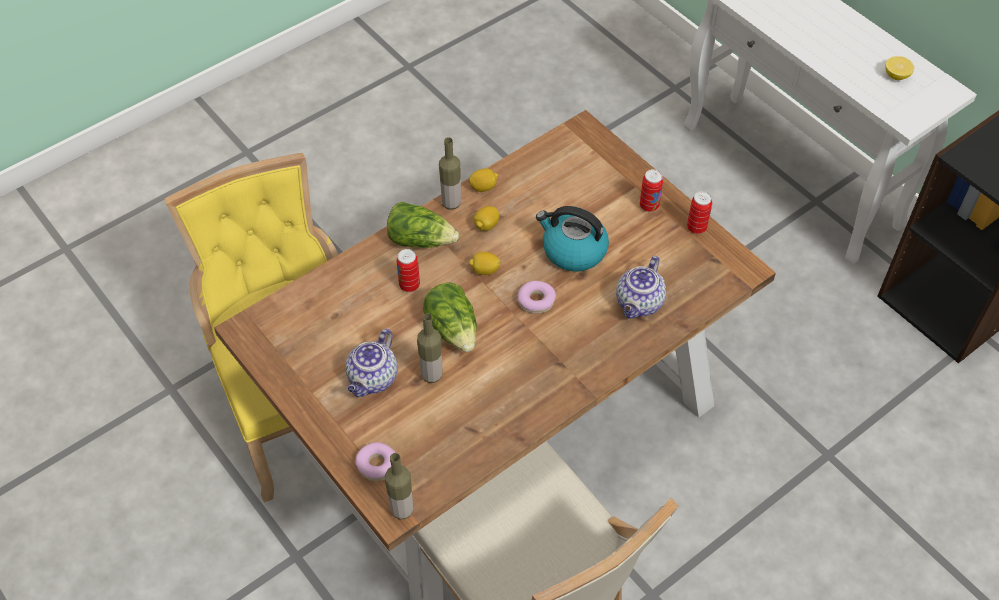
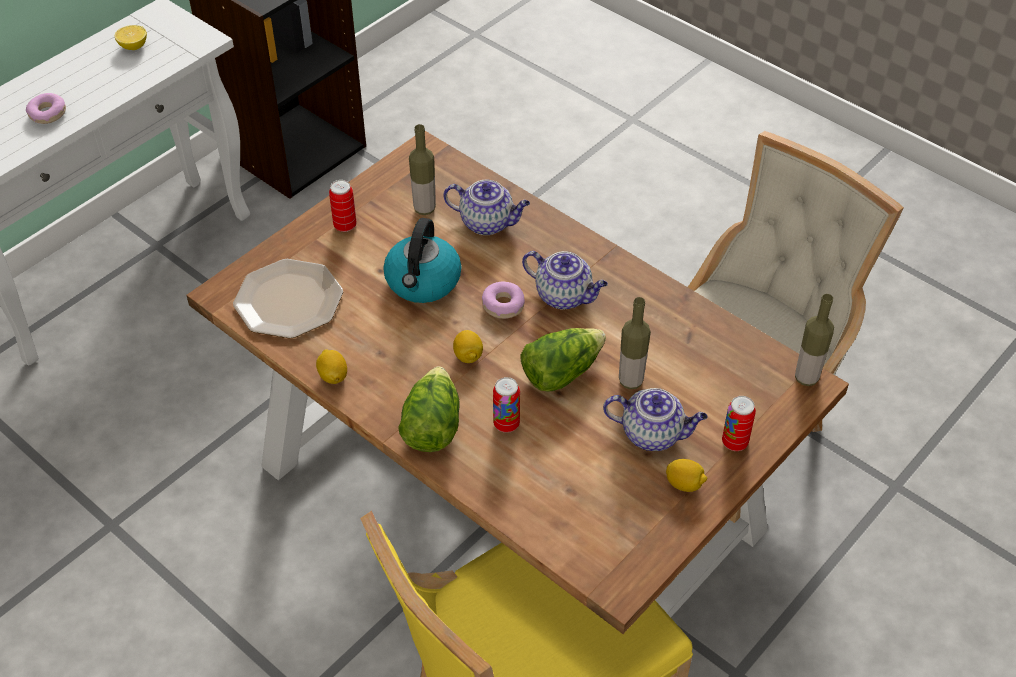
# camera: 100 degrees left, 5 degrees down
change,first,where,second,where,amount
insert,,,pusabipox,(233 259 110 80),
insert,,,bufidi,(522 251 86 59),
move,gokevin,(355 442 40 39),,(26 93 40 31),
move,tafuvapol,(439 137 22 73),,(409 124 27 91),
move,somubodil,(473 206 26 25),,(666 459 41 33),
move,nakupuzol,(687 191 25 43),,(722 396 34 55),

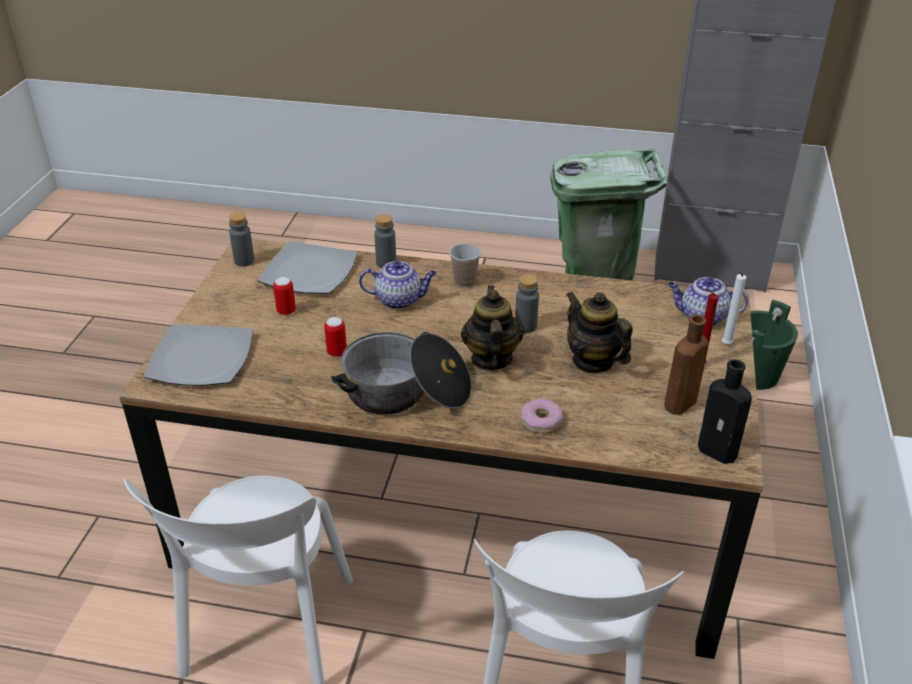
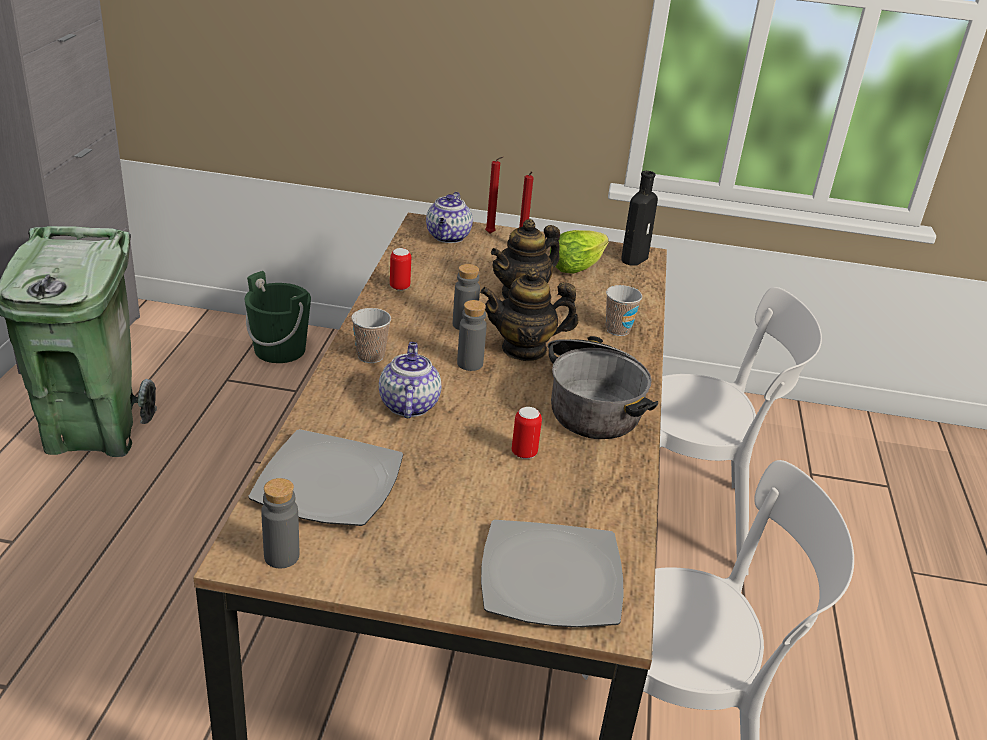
# camera: 95 degrees left, 5 degrees down
change,first,where,second,where,amount
move,nakupuzol,(273 277 23 38),,(390 248 21 43),
move,grey tafuvapol,(374 214 22 54),,(457 300 30 71),
replace,gokevin,(520 398 43 35),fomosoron,(606 285 36 51),
replace,brown tafuvapol,(664 315 44 100),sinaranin,(550 230 59 44),
recolor,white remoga,(722 272 24 72),red remoga,(485 157 18 76),

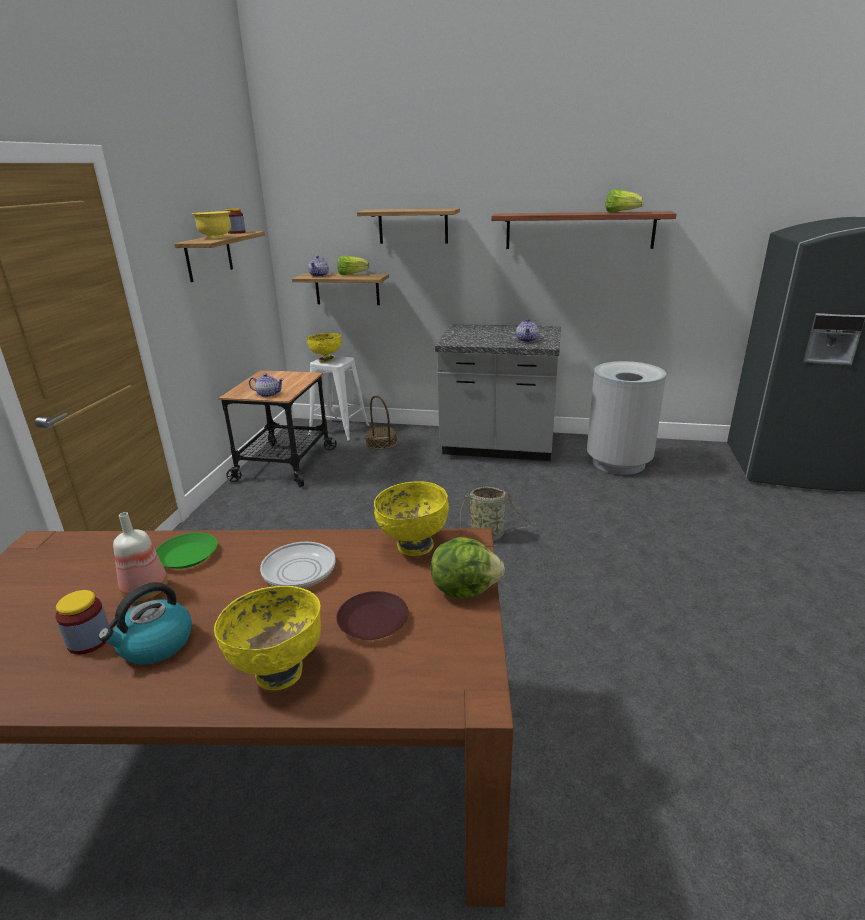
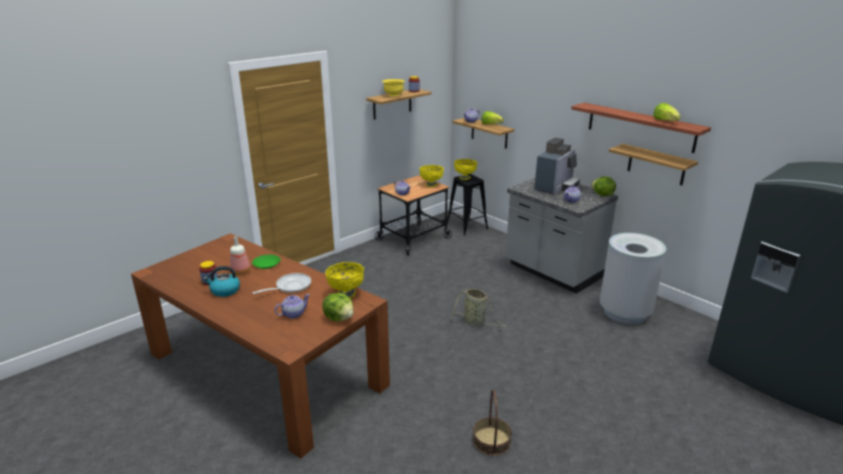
# camera: 35 degrees right, 0 degrees up
change,first,where,second,where,amount
insert,,,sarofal,(534 137 46 58),
insert,,,sinaranin,(591 176 25 20),
move,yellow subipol,(214 586 107 104),,(419 165 25 22),
move,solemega,(357 208 103 36),,(609 144 89 41),
move,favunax,(365 395 32 55),,(473 389 39 67),
replace,brown pusabipox,(336 591 72 49),bufidi,(275 294 35 25),
recolor,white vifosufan,(308 355 61 86),black vifosufan,(447 174 41 62),

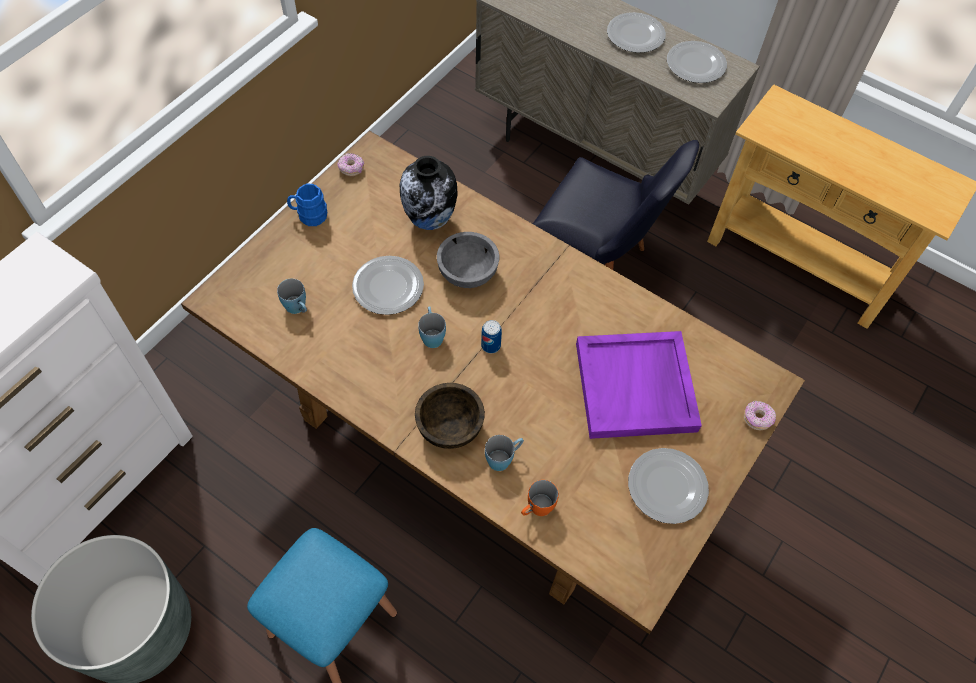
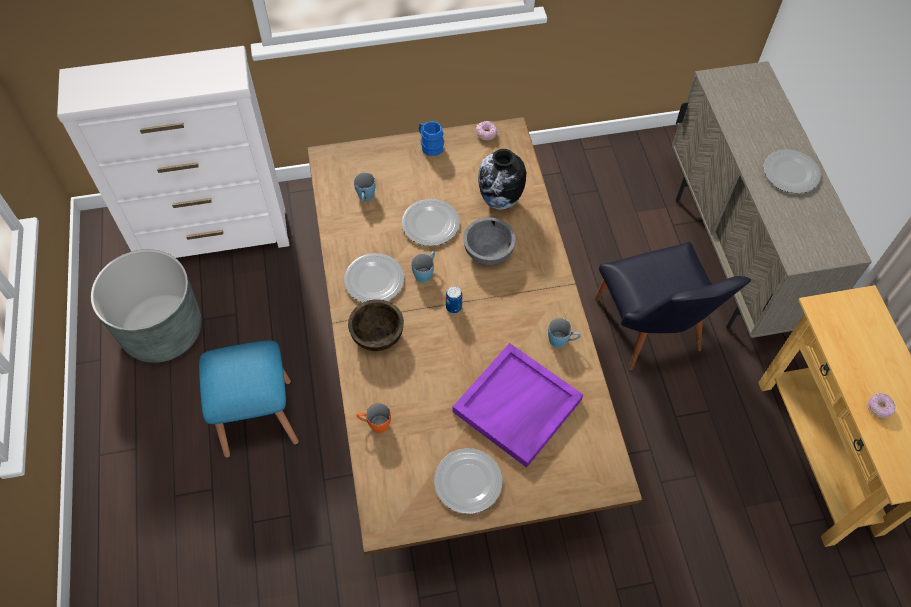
# camera: 45 degrees right, 0 degrees up
change,first,where,second,where,amount
move,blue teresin,(485 435 39 36),,(548 318 33 30),
move,pusabipox,(667 41 60 42),,(344 253 61 50),
move,gokevin,(744 401 32 29),,(868 393 27 25),

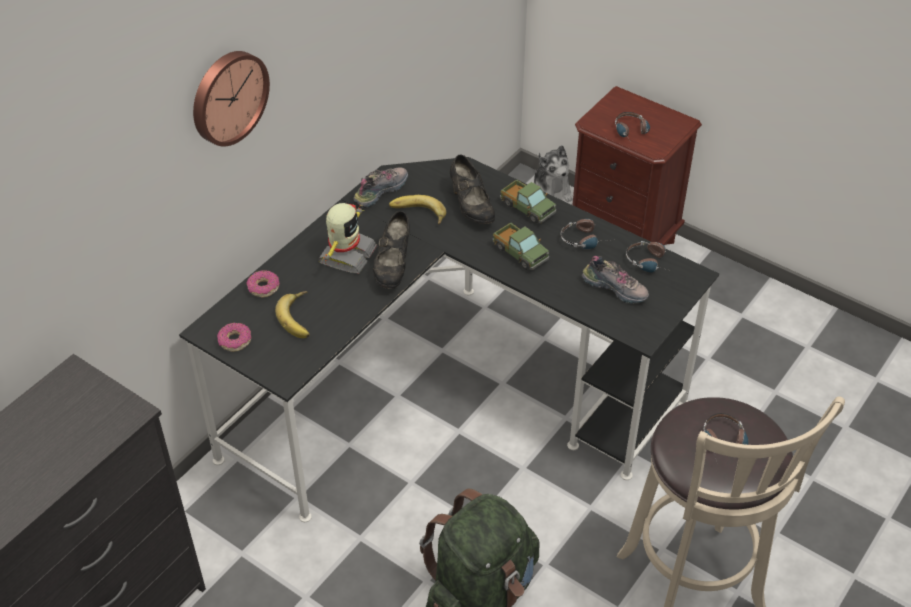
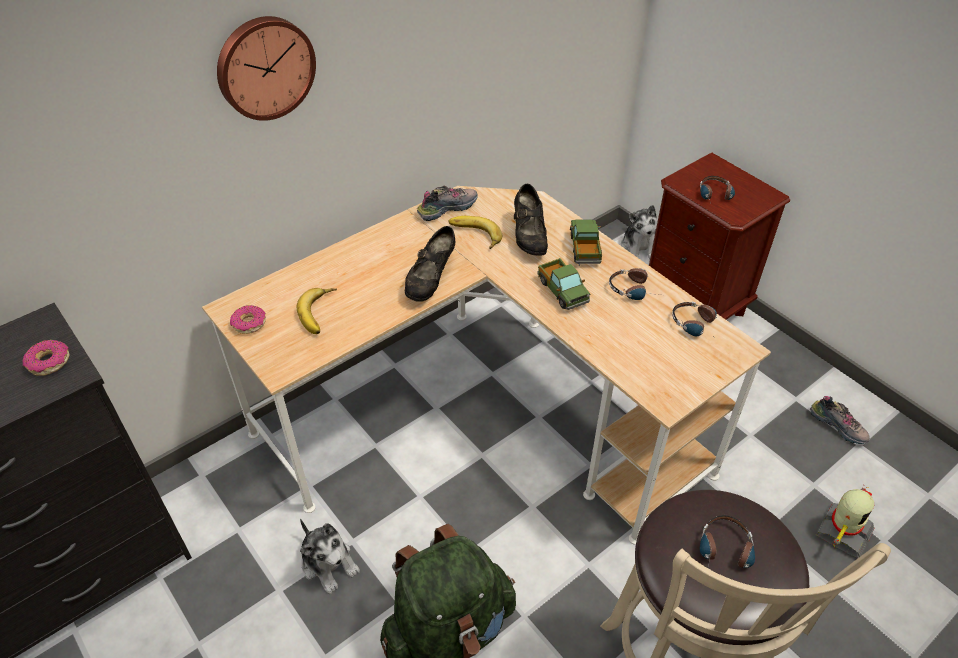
# camera: 15 degrees right, 0 degrees up
change,first,where,second,where,amount
insert,,,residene,(300 519 60 75),
move,gokevin,(246 270 34 28),,(23 340 47 36),
move,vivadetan,(318 203 59 71),,(815 487 60 71),
move,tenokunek,(582 256 67 48),,(810 396 60 48),
recolor,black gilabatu,(179 157 540 365),beige gilabatu,(202 186 569 359),
rotate,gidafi,(500 179 56 44),,(570 219 32 47),150 degrees counterclockwise

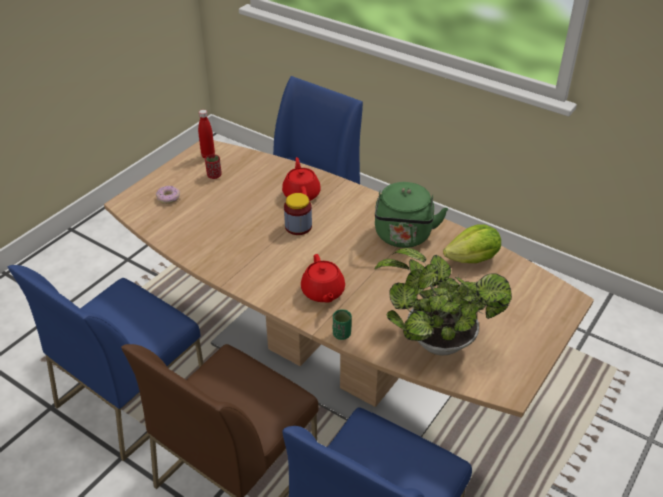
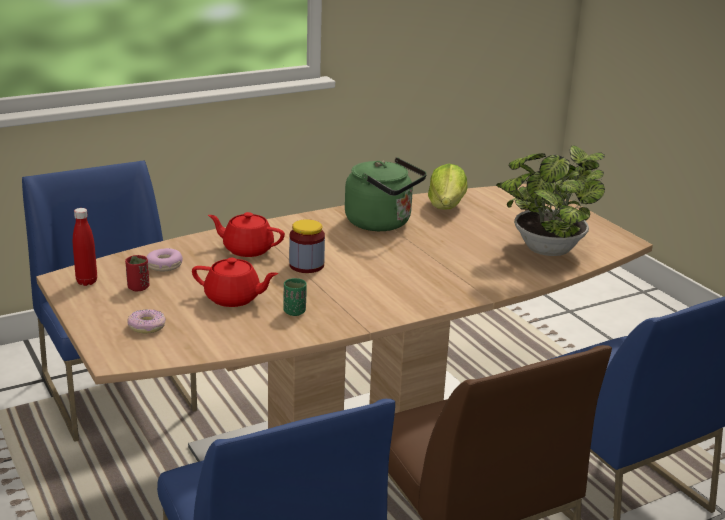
# camera: 65 degrees left, 15 degrees down
change,first,where,second,where,amount
insert,,,gokevin,(146 248 37 23),
move,red bufidi,(301 254 44 48),,(192 258 86 49),
move,green fomosoron,(333 309 19 31),,(283 278 24 38),

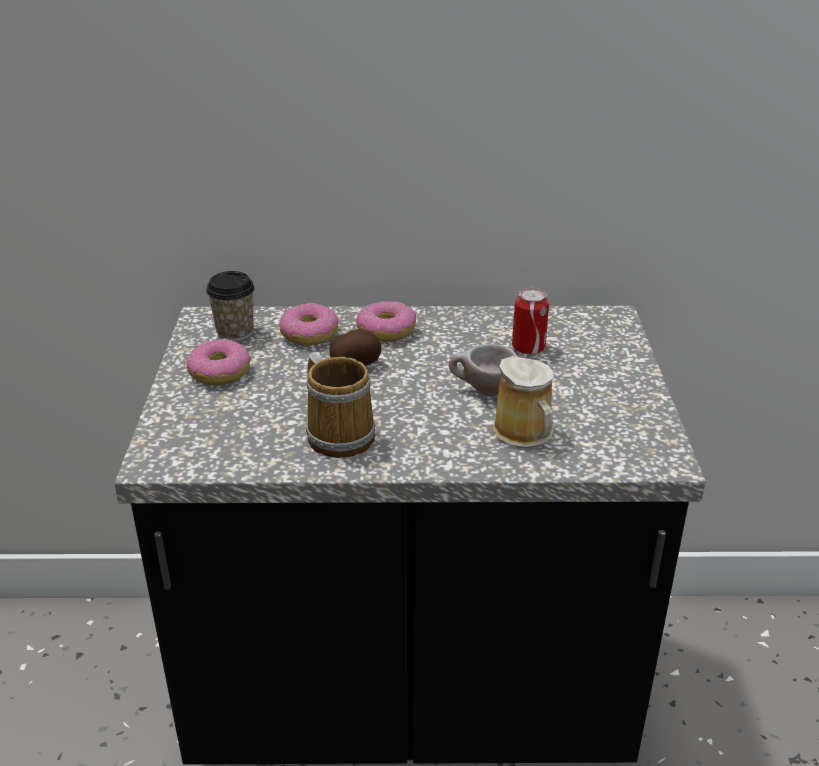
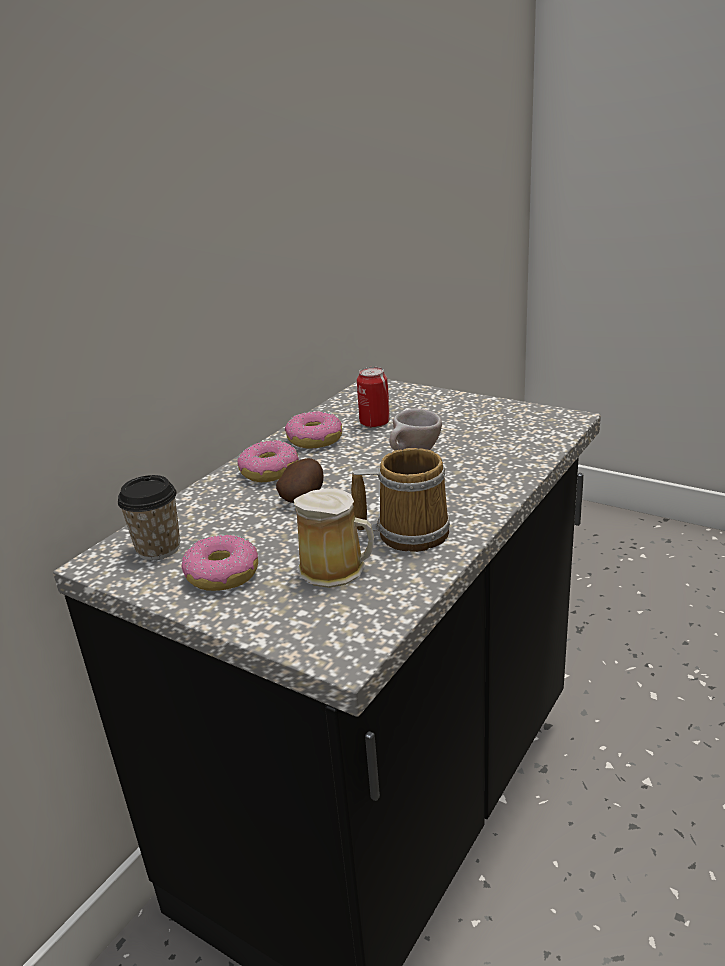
# camera: 55 degrees left, 5 degrees down
change,first,where,second,where,amount
move,gokevin,(279 303 60 43),,(285 411 57 37),
move,teresin,(492 356 62 92),,(294 488 80 100),

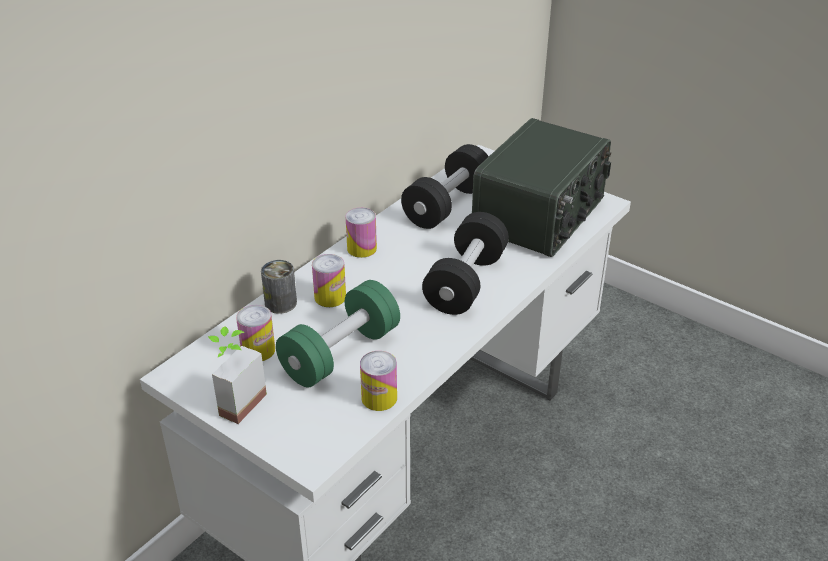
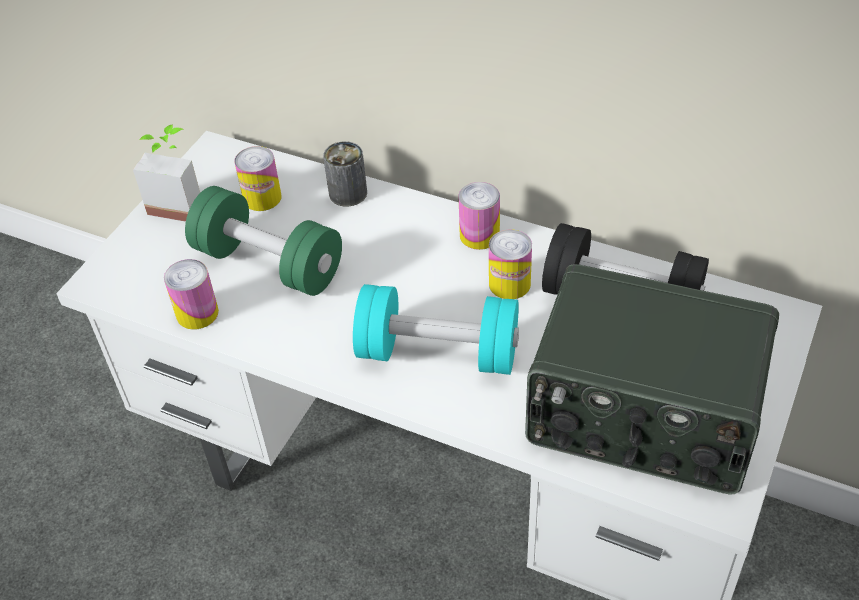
# camera: 80 degrees right, 10 degrees up
change,first,where,second,where,amount
move,nakupuzol,(312 254 34 53),,(489 230 43 69),
recolor,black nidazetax,(422 212 87 103),turquoise nidazetax,(353 284 166 91),

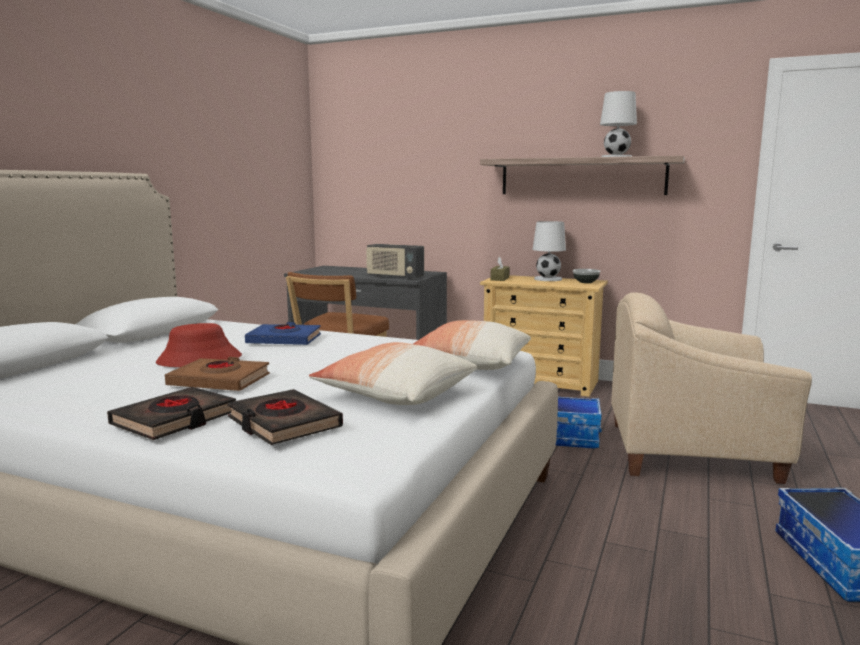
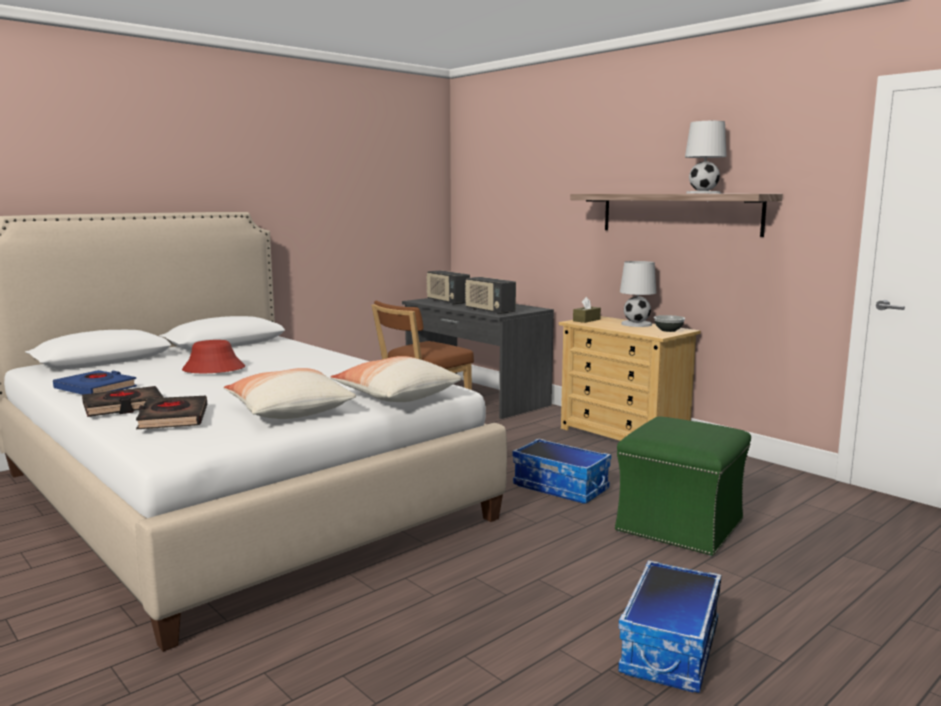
# camera: 25 degrees right, 0 degrees up
change,first,where,second,where,amount
delete,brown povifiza,(165 357 105 34),,,
insert,,,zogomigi,(426 270 44 35),
move,blue povifiza,(245 322 76 23),,(53 370 84 25),
replace,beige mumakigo,(611 292 201 192),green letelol,(615 416 136 140),

